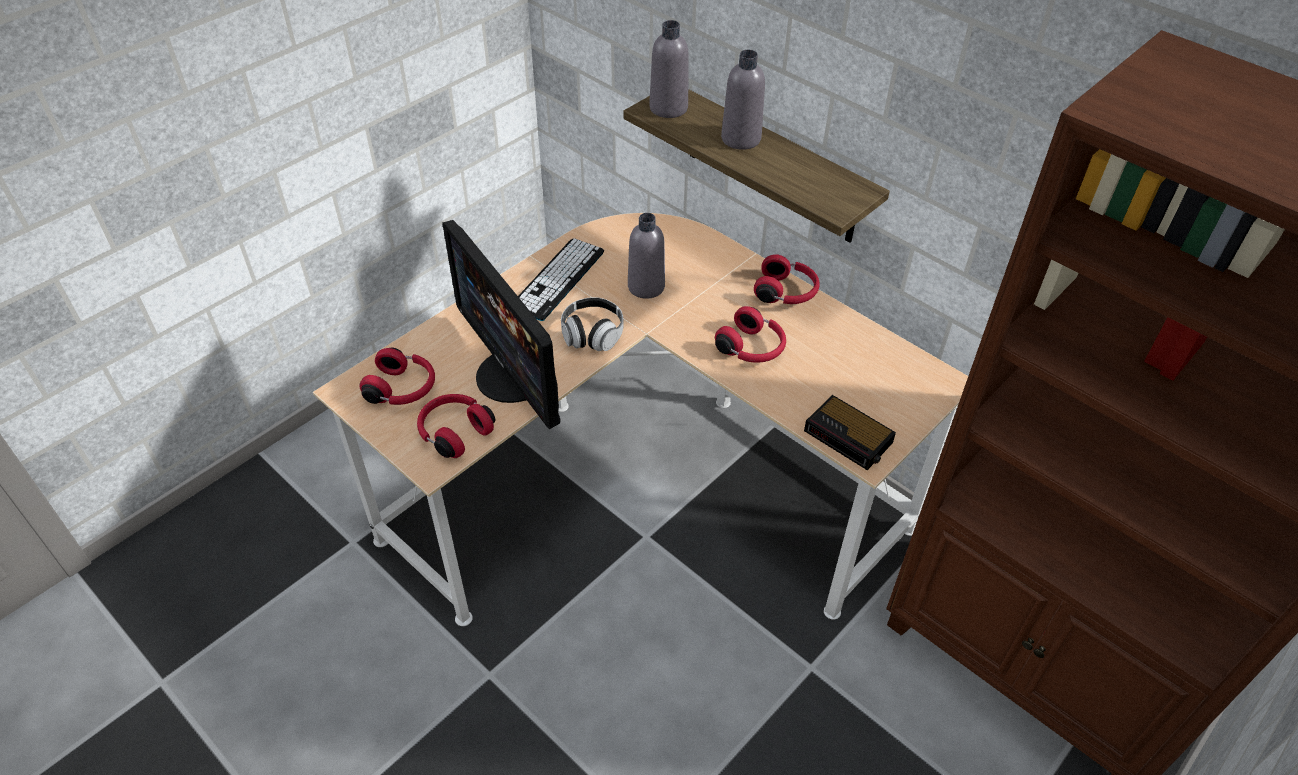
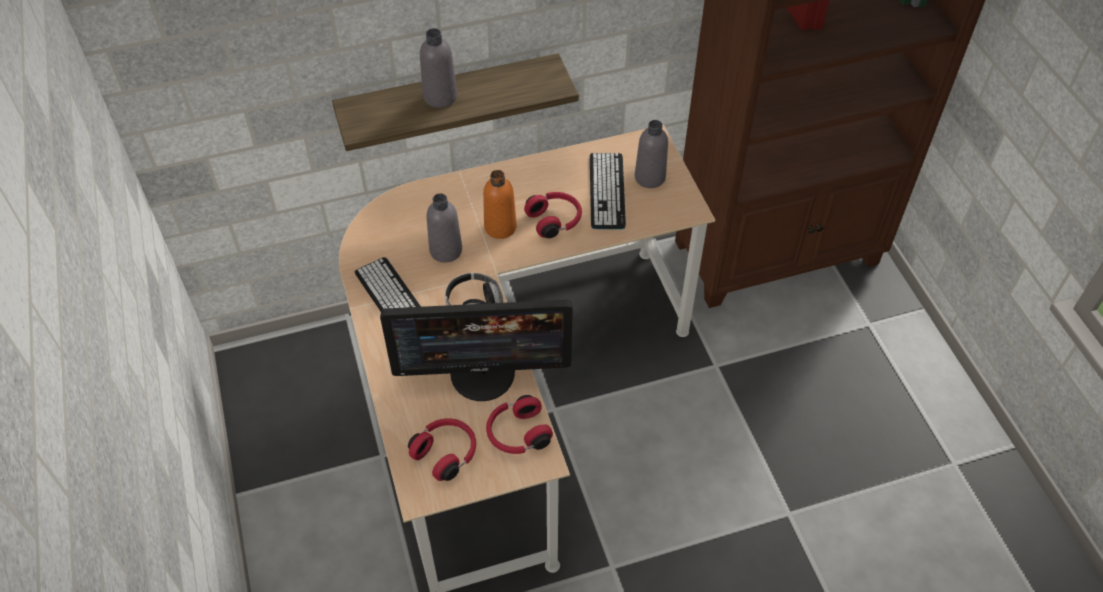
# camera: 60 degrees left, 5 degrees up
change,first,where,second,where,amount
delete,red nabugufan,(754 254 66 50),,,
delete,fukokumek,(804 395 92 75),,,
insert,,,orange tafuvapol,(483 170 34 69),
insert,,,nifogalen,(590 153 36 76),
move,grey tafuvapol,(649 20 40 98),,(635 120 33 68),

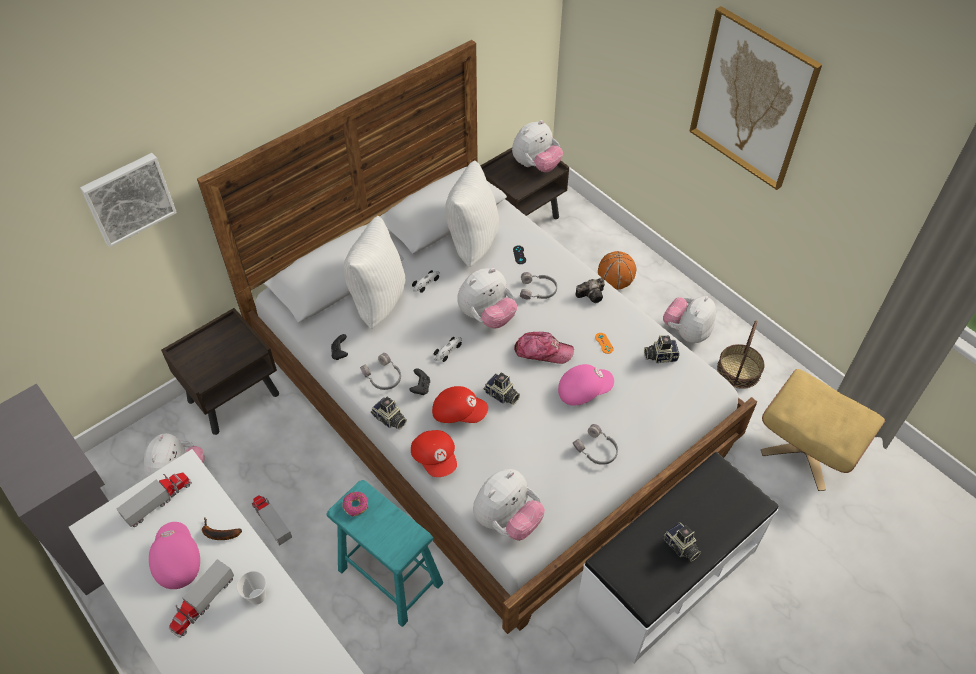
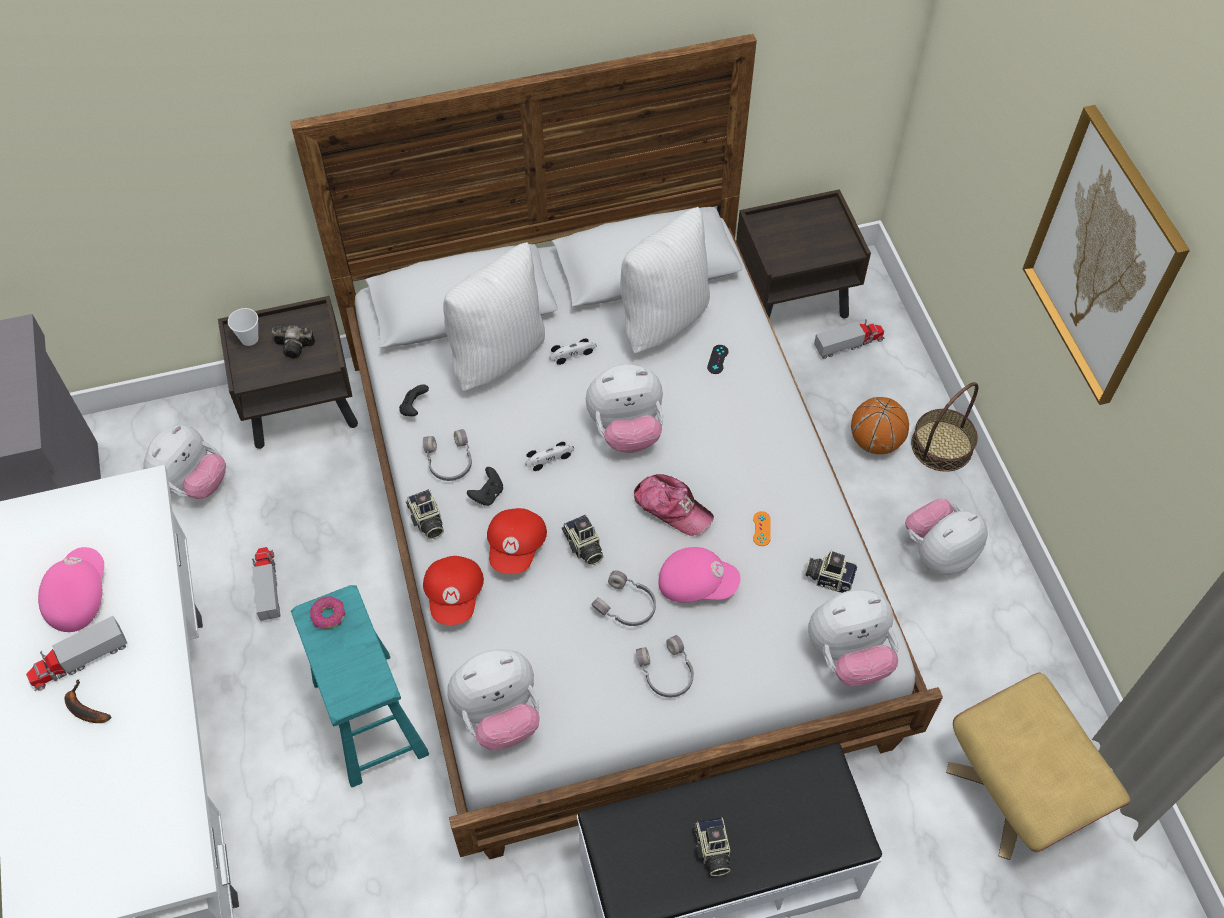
# camera: 25 degrees right, 5 degrees up
change,first,where,second,where,amount
delete,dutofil,(80 153 97 94),,,
move,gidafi,(117 472 75 55),,(814 319 71 40),
move,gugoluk,(202 517 40 23),,(65 679 46 44),
move,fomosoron,(237 571 29 34),,(228 308 30 38),
move,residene,(512 120 51 52),,(808 589 90 98),
move,grey nabugufan,(520 272 37 27),,(591 570 65 56),
move,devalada,(576 278 29 25),,(272 325 43 34),
move,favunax,(717 321 48 68),,(911 382 67 90),
rotate,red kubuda,(432 386 56 37),,(487 508 60 66),60 degrees clockwise

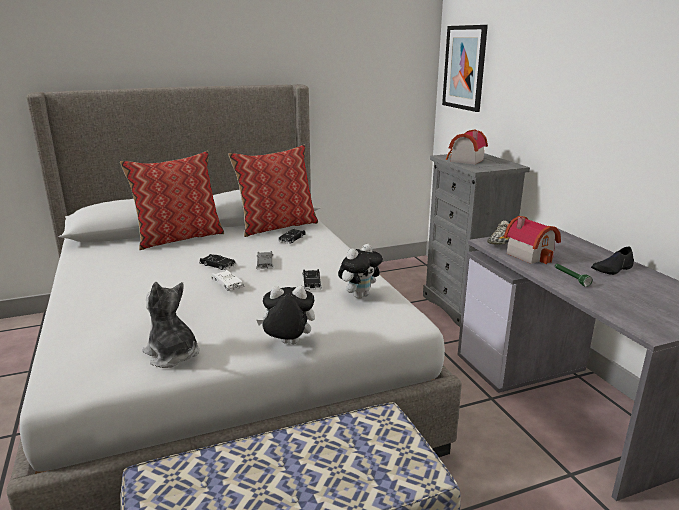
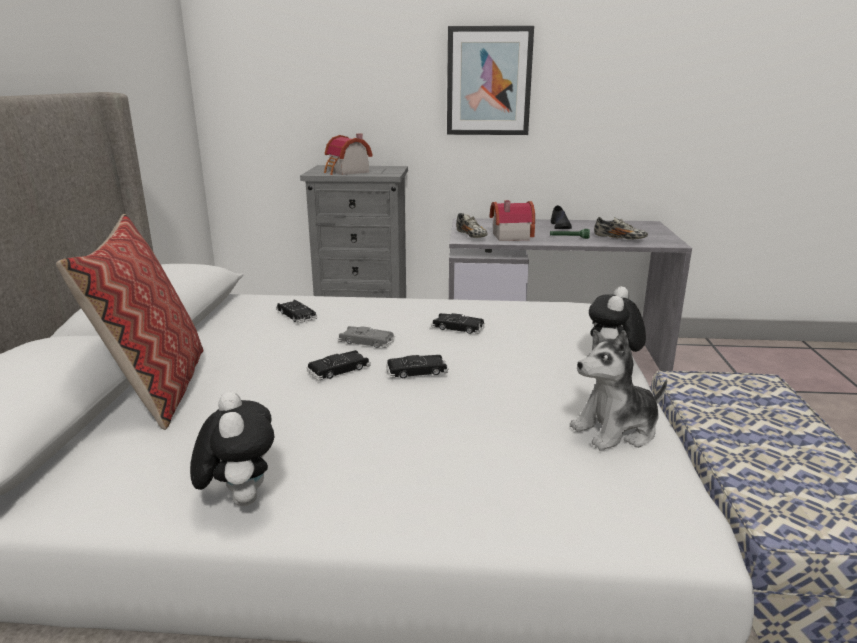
# camera: 65 degrees left, 0 degrees up
change,first,where,second,where,amount
delete,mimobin,(228 145 90 92),,,
insert,,,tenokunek,(594 217 54 23),
move,residene,(338 244 45 55),,(190 391 84 115),
move,dutofil,(442 25 46 87),,(447 26 87 109),
recolor,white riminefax,(211 270 33 21),black riminefax,(386 355 62 23),

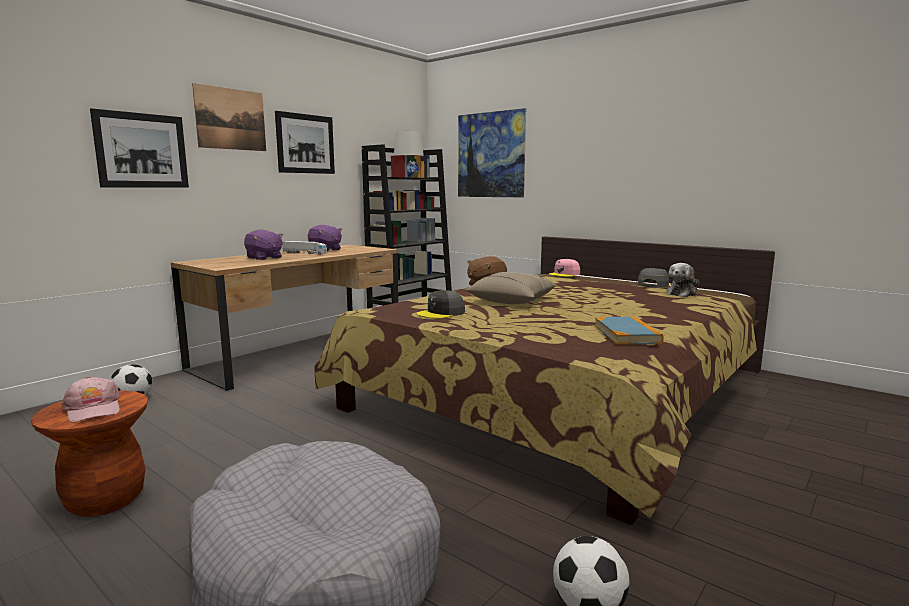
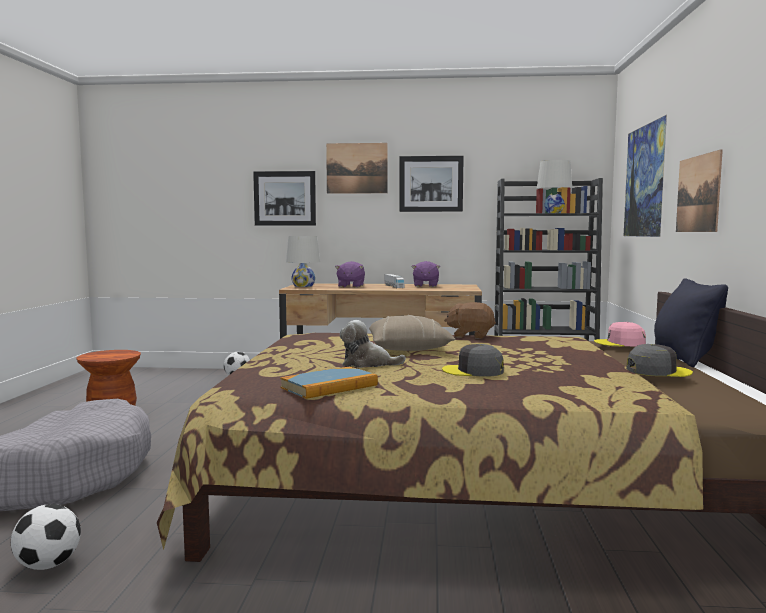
# camera: 55 degrees right, 5 degrees down
change,first,where,second,where,amount
delete,pink kubuda,(61 377 59 46),,,
insert,,,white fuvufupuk,(286 236 34 51),
insert,,,black mimobin,(654 278 74 89),
insert,,,dutofil,(676 149 47 83),
move,grey kubuda,(417 290 48 29),,(442 344 62 33),
move,residene,(667 263 32 34),,(340 320 66 48),

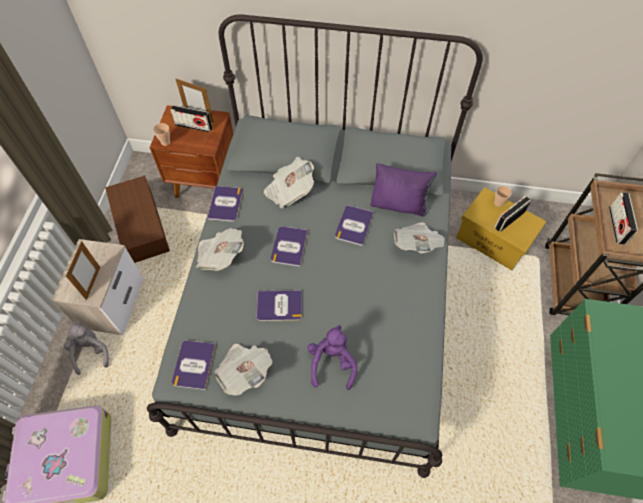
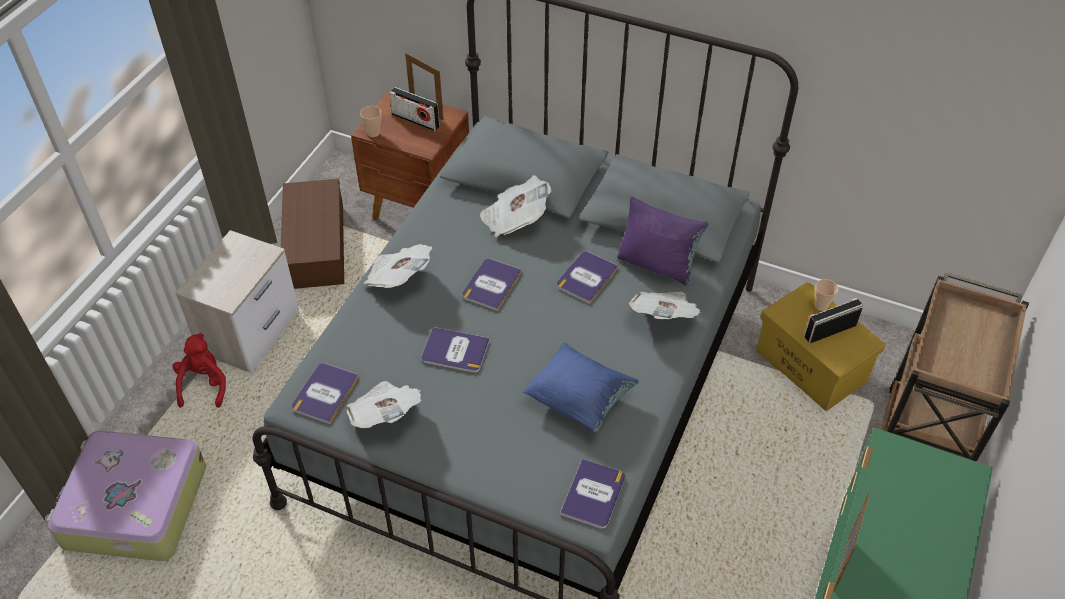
# camera: 15 degrees right, 10 degrees down
change,first,where,second,where,amount
delete,purple residene,(307 325 50 65),,,
delete,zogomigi,(609 192 29 52),,,
insert,,,blue mimobin,(523 342 116 90),
move,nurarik,(66 241 34 59),,(833 492 37 100),
move,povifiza,(207 186 36 36),,(560 459 65 70),
recolor,grey residene,(64 321 45 54),red residene,(172 333 54 75),

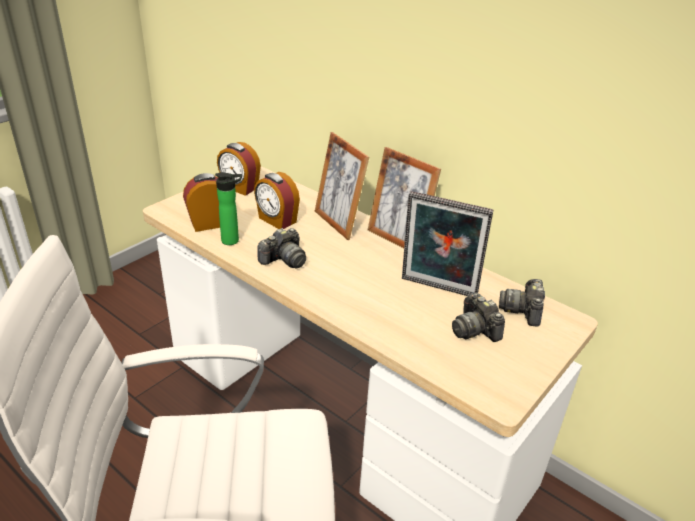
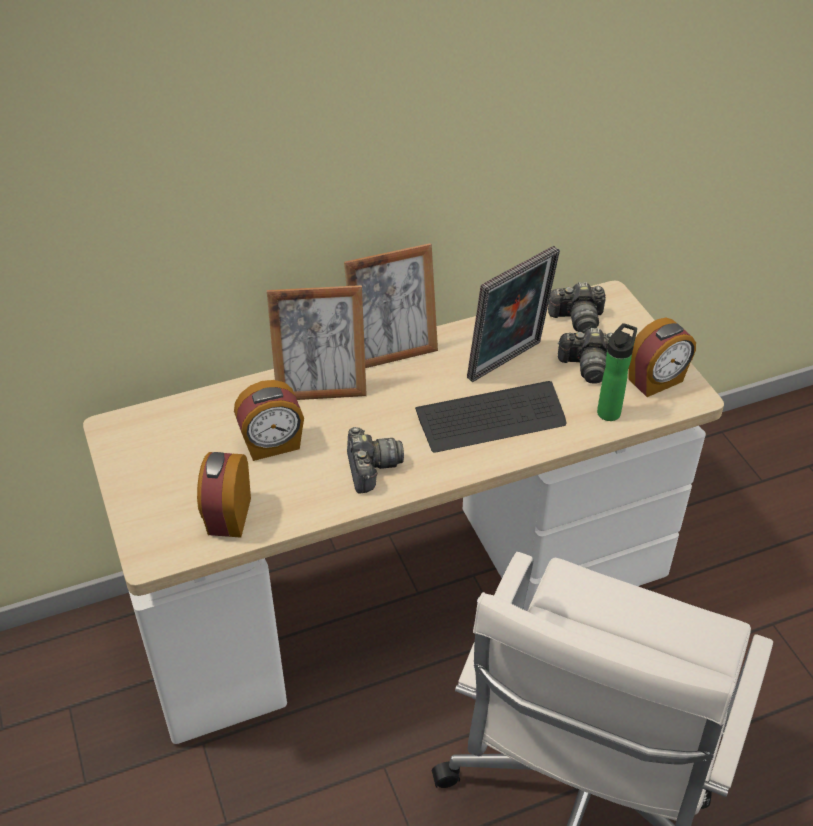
# camera: 60 degrees left, 10 degrees up
change,first,where,second,where,amount
insert,,,nifogalen,(415 381 152 72),
move,tafuvapol,(215 172 27 73),,(597 323 40 98),
move,fukokumek,(217 142 44 54),,(629 317 67 80),
rotate,devalada,(499 279 46 48),,(548 282 58 51),45 degrees counterclockwise

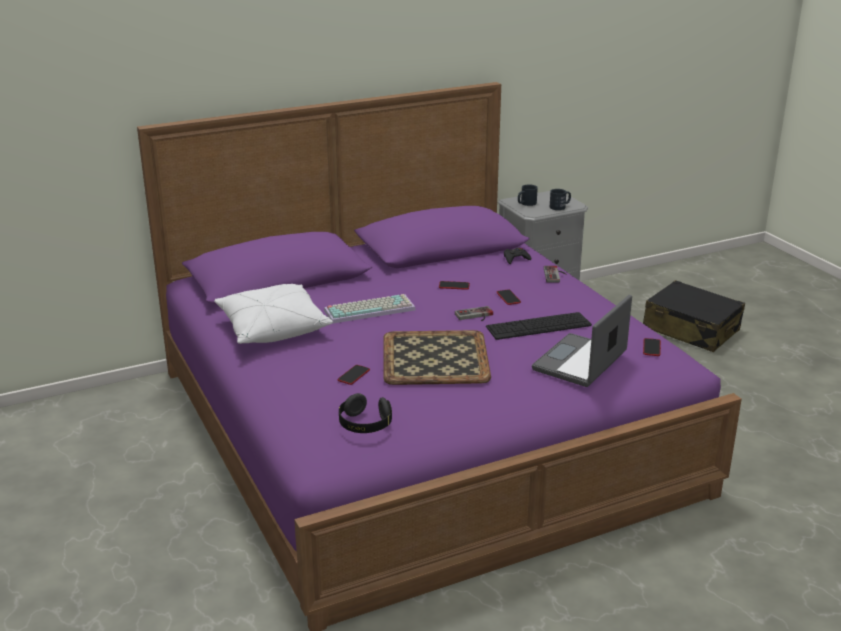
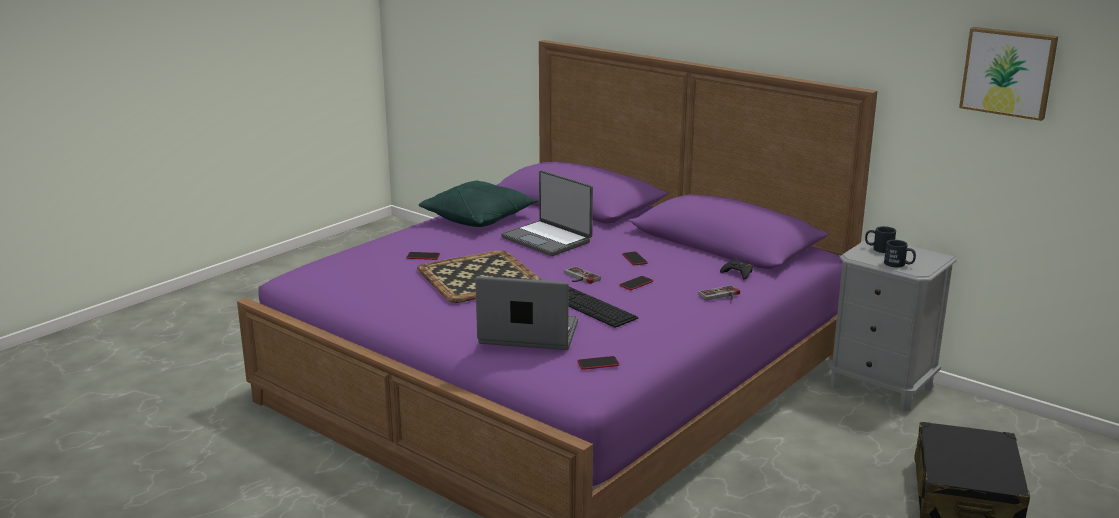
# camera: 65 degrees right, 5 degrees down
change,first,where,second,where,amount
delete,black nabugufan,(339 393 53 40),,,
insert,,,dutofil,(959 27 99 94),
replace,nifogalen,(324 294 91 30),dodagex,(501 170 92 86),
recolor,white mimobin,(214 284 119 60),green mimobin,(419 181 119 46),

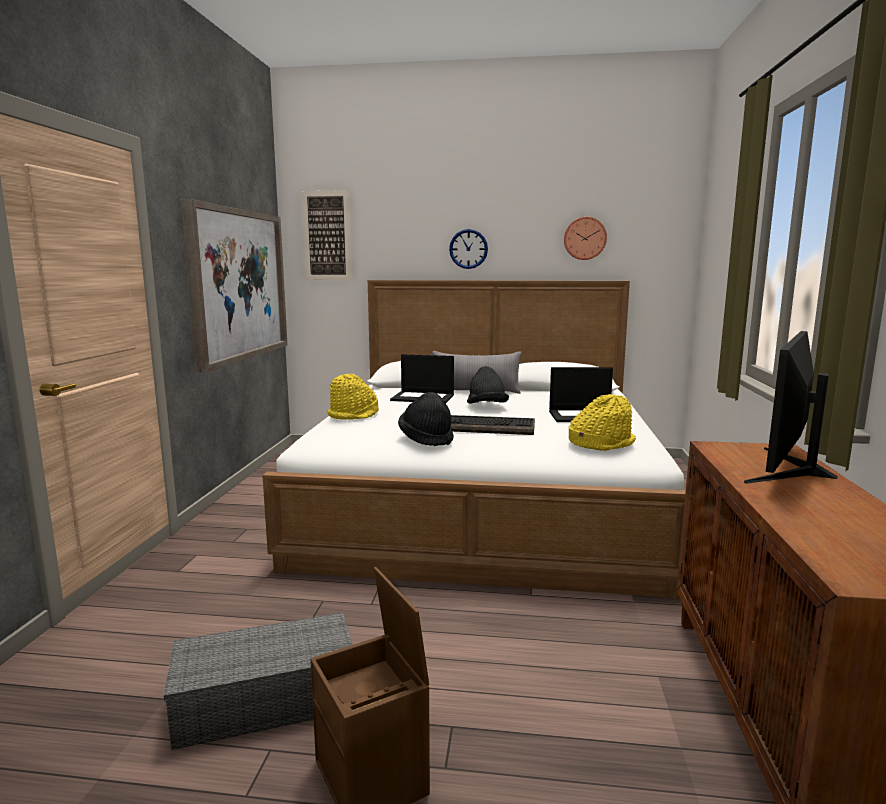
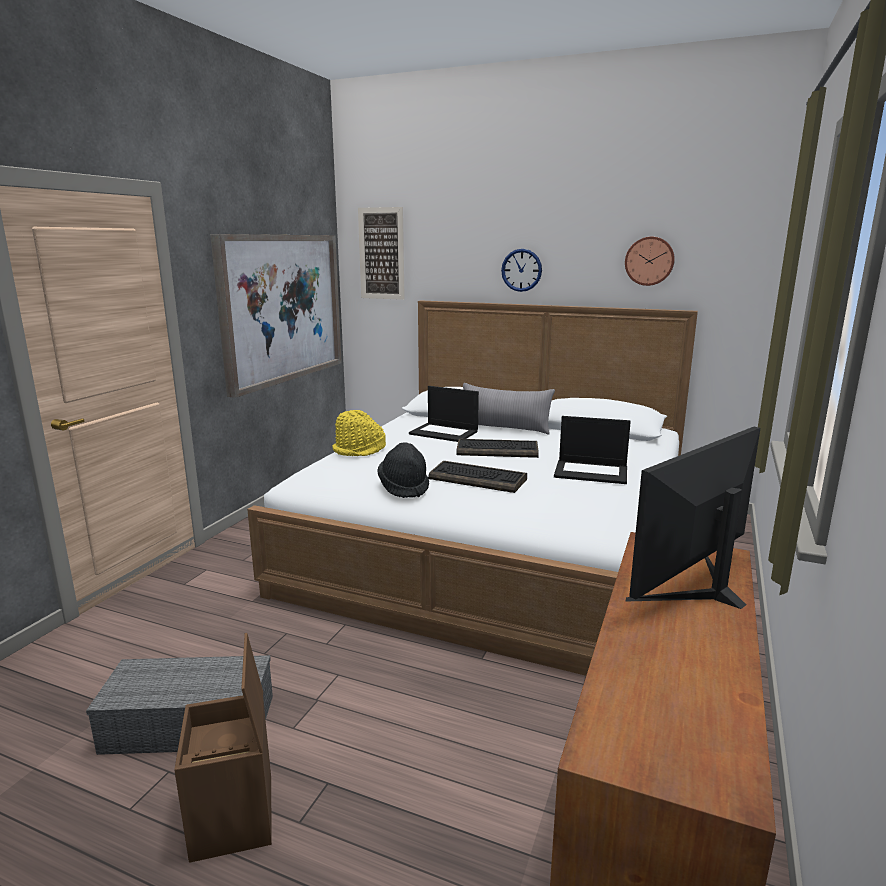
# camera: 15 degrees right, 5 degrees up
change,first,where,second,where,amount
delete,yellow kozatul,(569 394 67 57),,,
replace,black kozatul,(467 366 42 38),nifogalen,(456 439 83 19),

